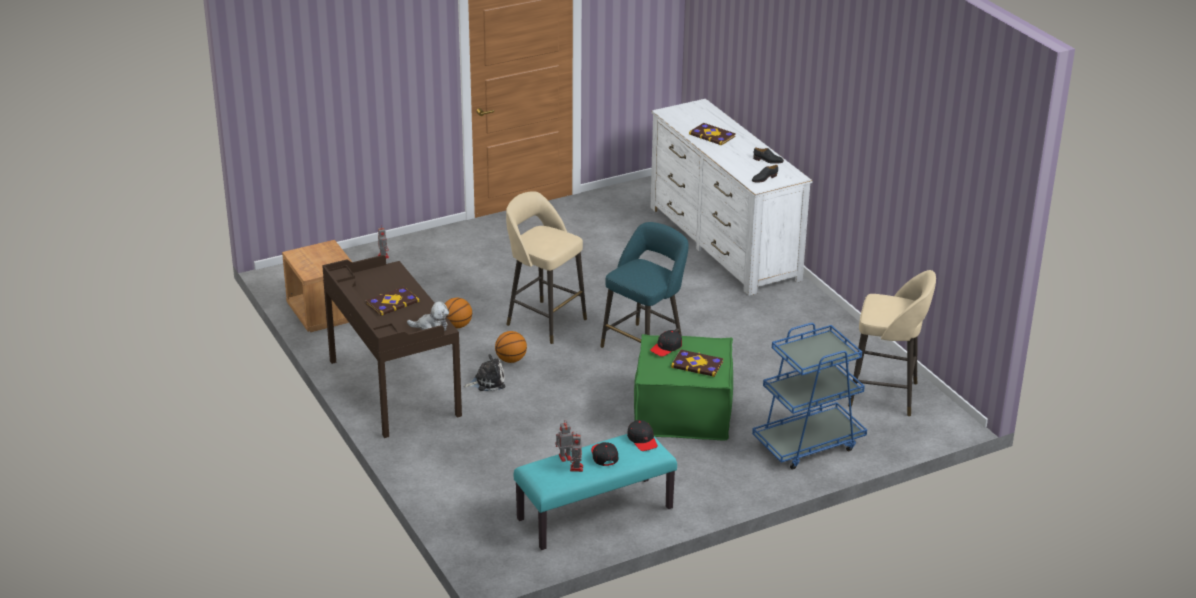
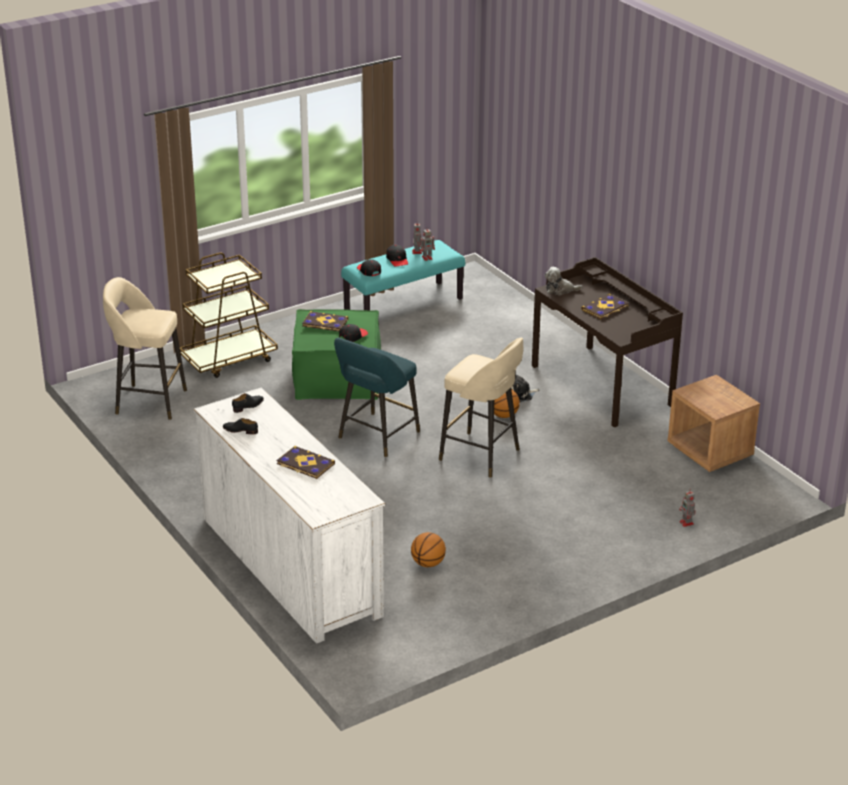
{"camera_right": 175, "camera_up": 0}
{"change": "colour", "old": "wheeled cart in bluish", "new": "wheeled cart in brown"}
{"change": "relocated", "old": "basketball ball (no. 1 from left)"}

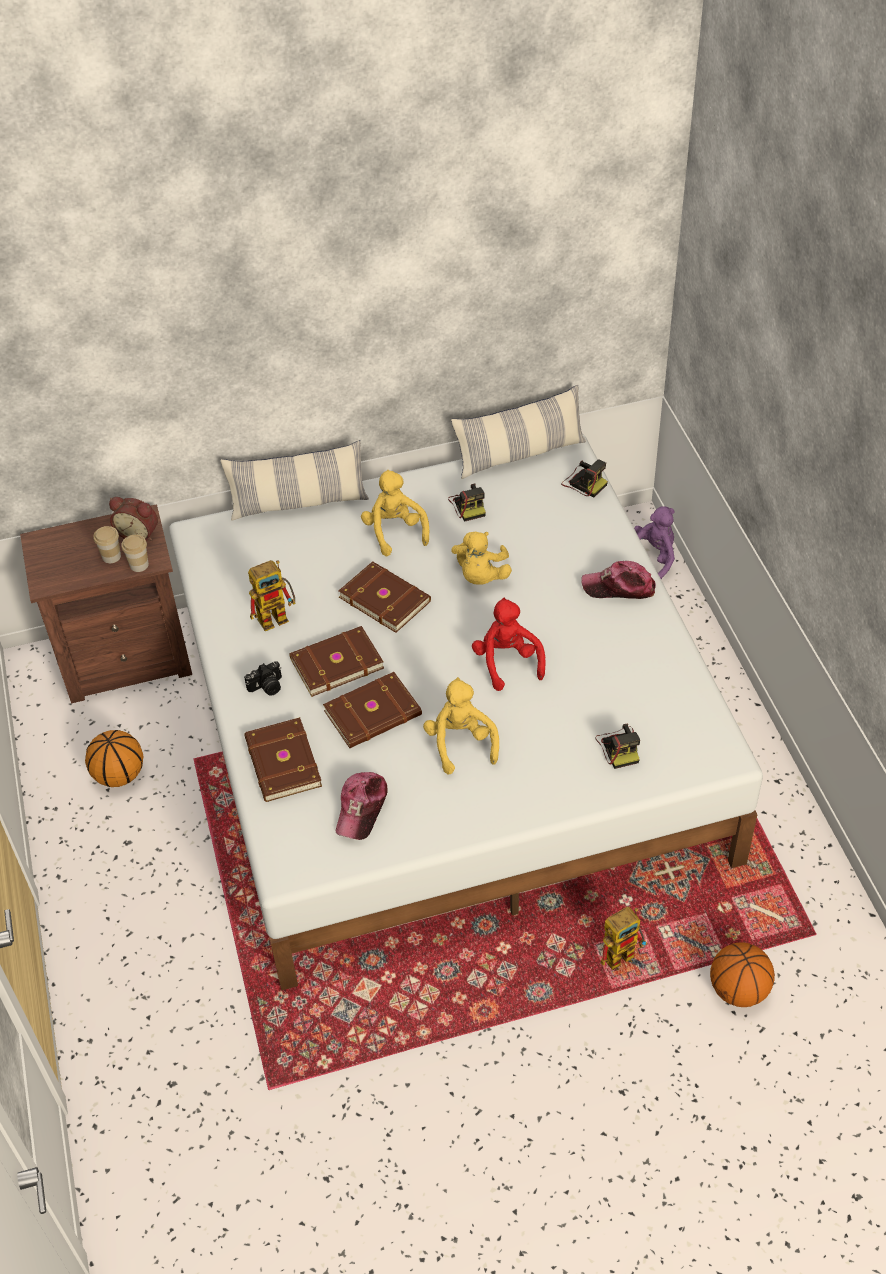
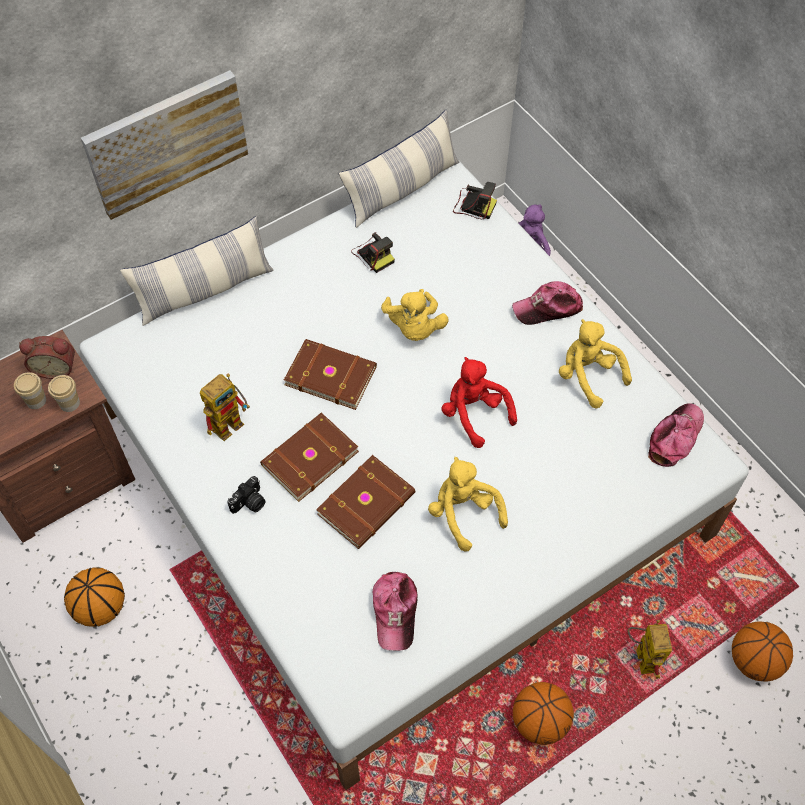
{"camera_right": -20, "camera_up": 10}
{"change": "appeared", "new": "wall art"}
{"change": "appeared", "new": "basketball ball (no. 2 from left)"}
{"change": "relocated", "old": "soft toy in yellow-coloured (no. 1 from left in the first image)", "new": "soft toy in yellow-coloured (no. 3 from left)"}
{"change": "spun", "old": "toy robot (no. 2 from left)", "degrees": -45}
{"change": "appeared", "new": "cap (no. 3 from left)"}
{"change": "missing", "old": "volume in brown (no. 1 from left)"}
{"change": "missing", "old": "photo camera (no. 4 from left)"}

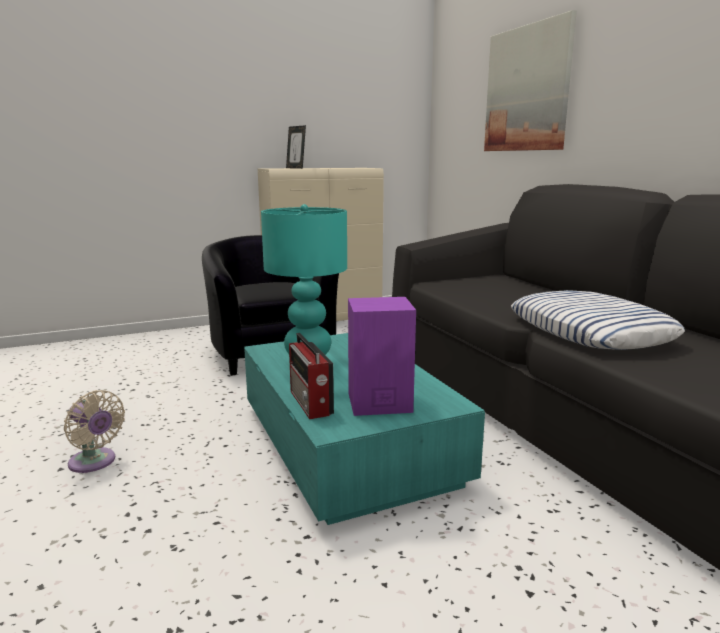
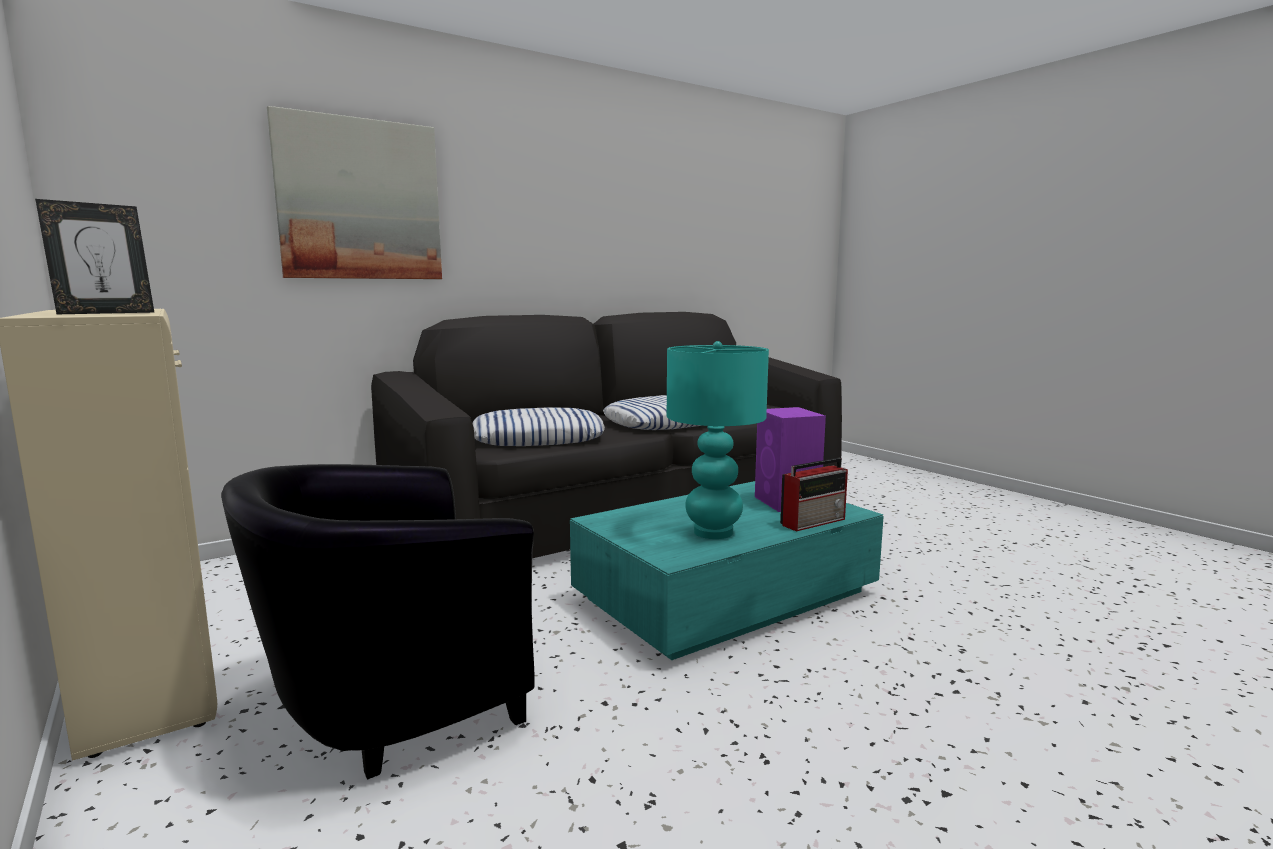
{"camera_right": -100, "camera_up": -5}
{"change": "appeared", "new": "throw pillow (no. 1 from left)"}
{"change": "missing", "old": "fan in beige"}

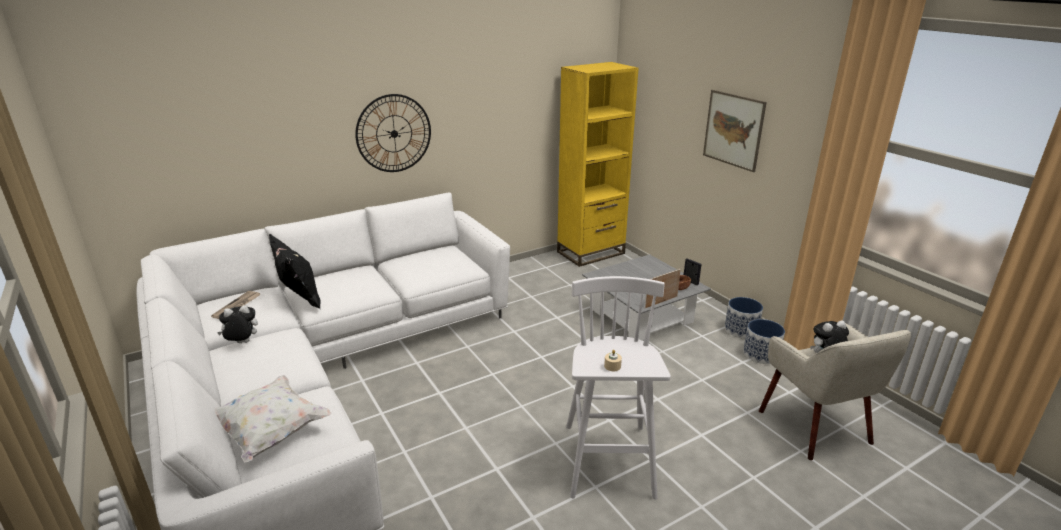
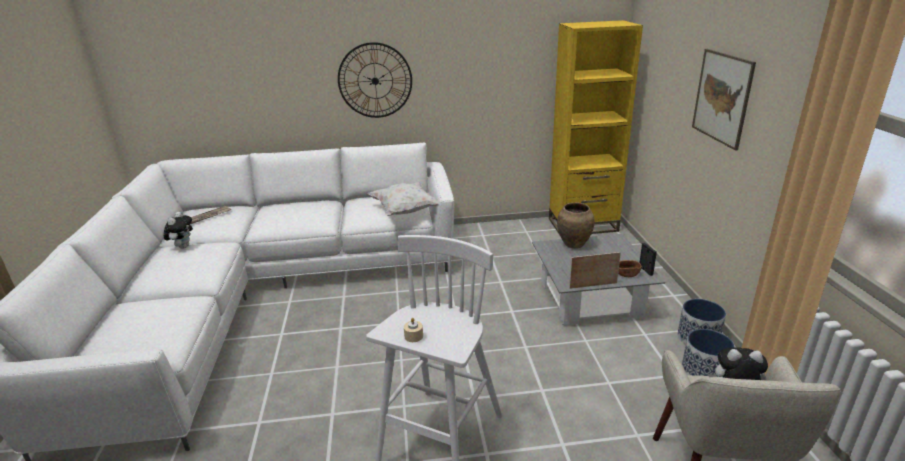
{"camera_right": 25, "camera_up": 0}
{"change": "spun", "old": "soft toy (no. 1 from left)", "degrees": 90}
{"change": "relocated", "old": "throw pillow in whitish"}
{"change": "appeared", "new": "decorative vase in brown"}
{"change": "missing", "old": "throw pillow in blackish"}

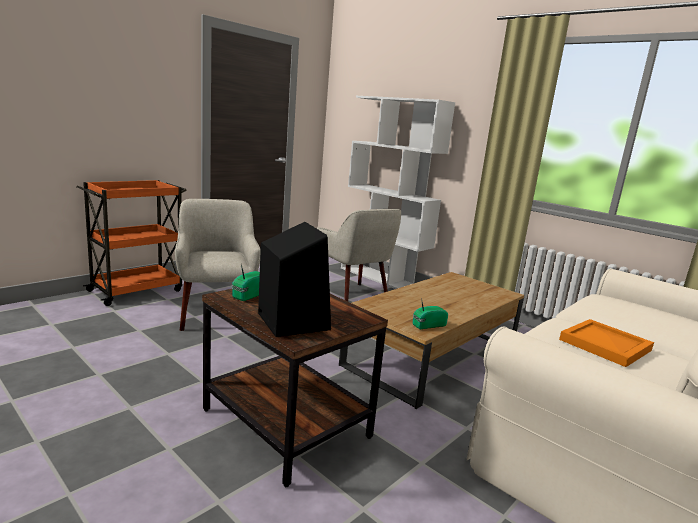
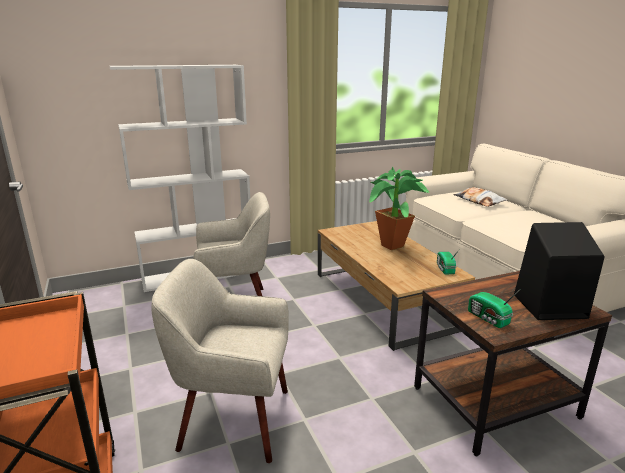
{"camera_right": -65, "camera_up": 5}
{"change": "appeared", "new": "plant in a pot"}
{"change": "appeared", "new": "throw pillow"}
{"change": "missing", "old": "carrying tray in orange-coloured"}

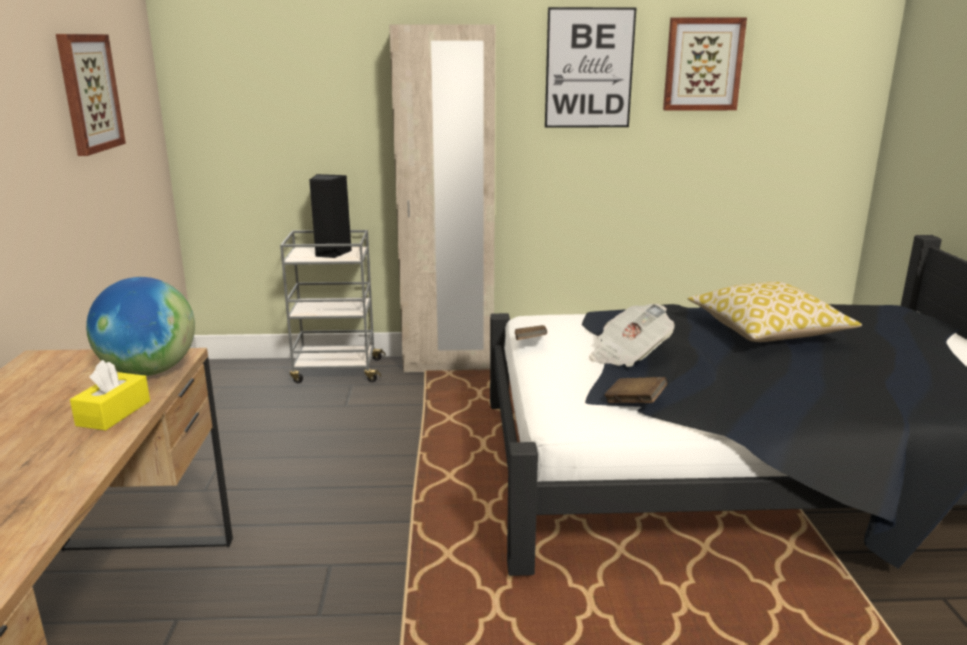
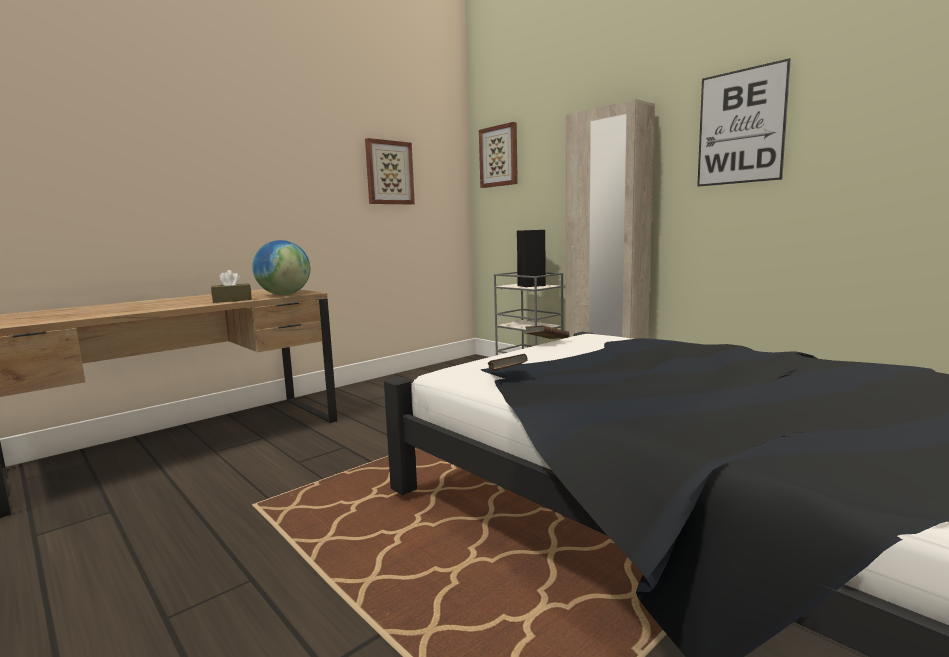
{"camera_right": 50, "camera_up": -10}
{"change": "colour", "old": "tissue box in yellow-coloured", "new": "tissue box in brown"}
{"change": "relocated", "old": "wall art (no. 3 from left in the first image)", "new": "wall art (no. 2 from left)"}
{"change": "missing", "old": "daily paper"}
{"change": "missing", "old": "throw pillow"}

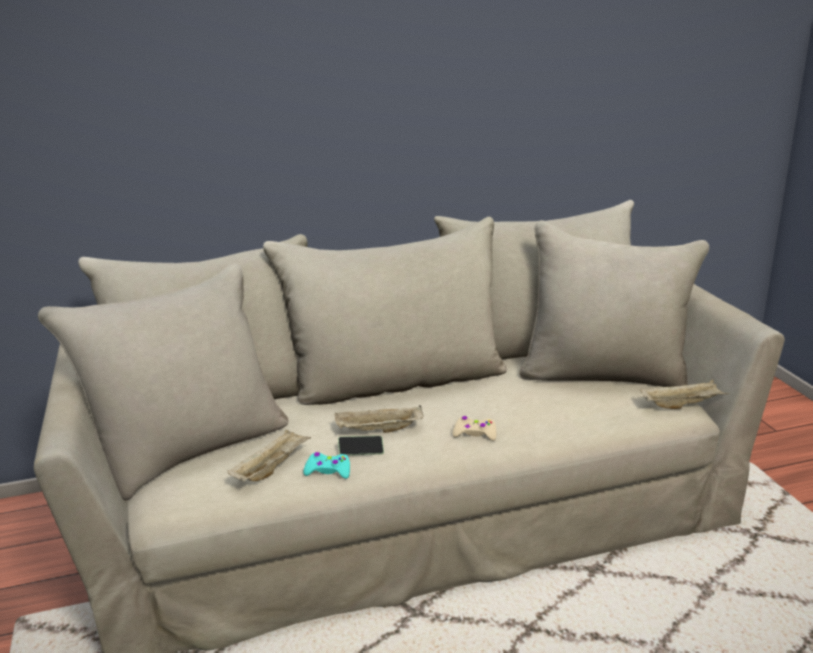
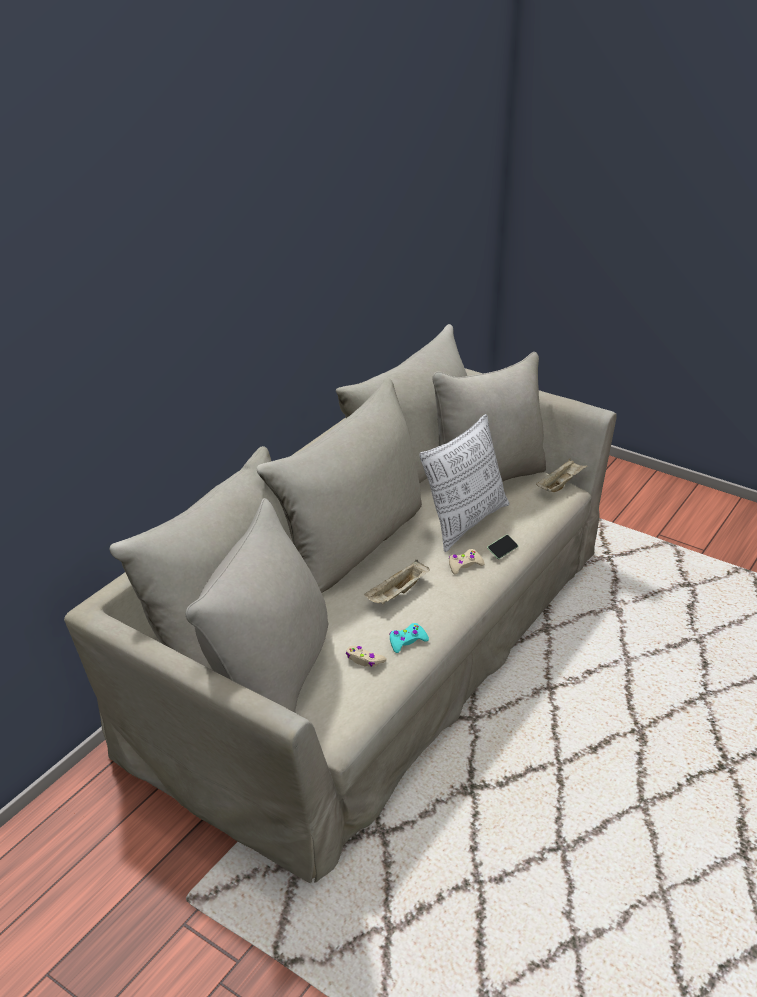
{"camera_right": -40, "camera_up": 10}
{"change": "exchanged", "old": "carrying tray in beige (no. 1 from left)", "new": "gamepad in beige (no. 1 from left)"}
{"change": "appeared", "new": "throw pillow"}
{"change": "relocated", "old": "handset"}

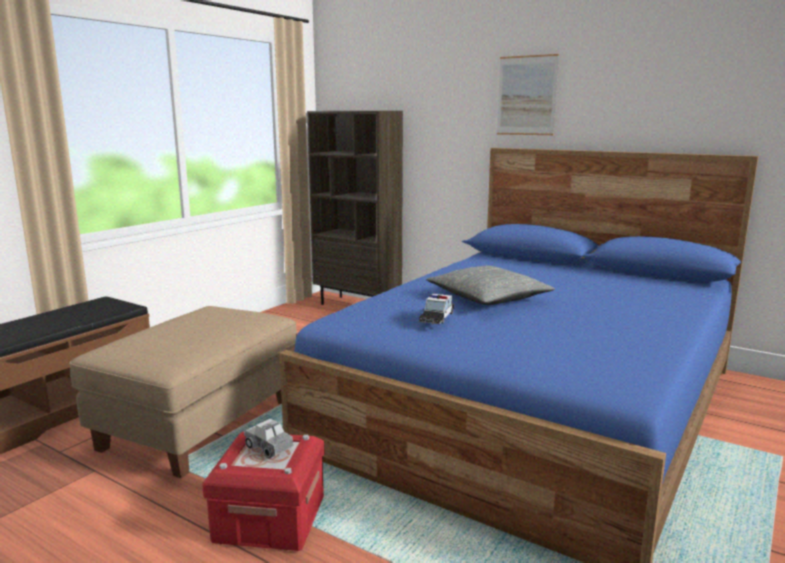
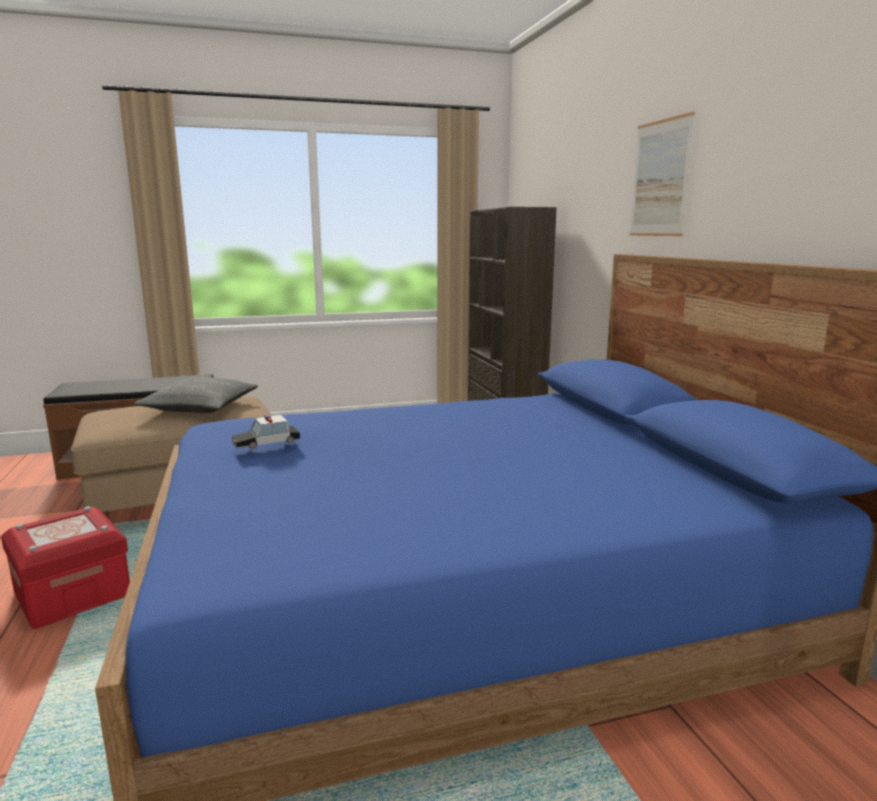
{"camera_right": 40, "camera_up": 0}
{"change": "relocated", "old": "throw pillow in grey"}
{"change": "missing", "old": "toy lorry"}

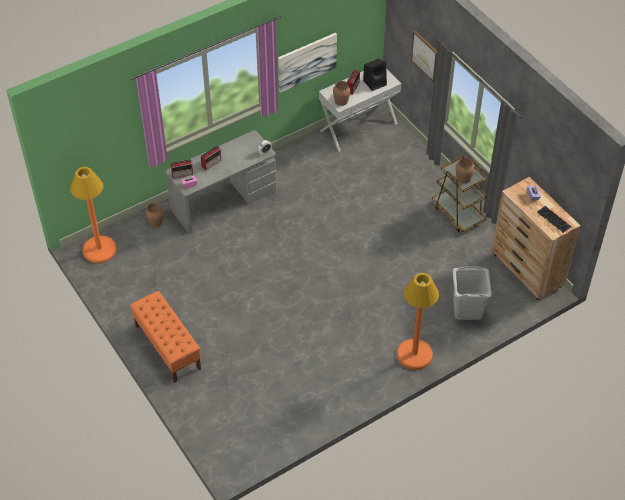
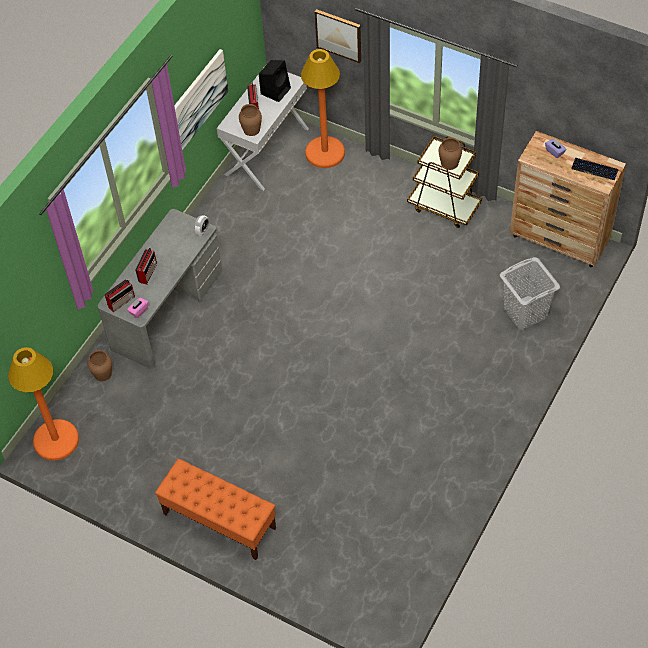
{"camera_right": -25, "camera_up": 5}
{"change": "relocated", "old": "floor lamp in orange-coloured (no. 2 from left)"}

